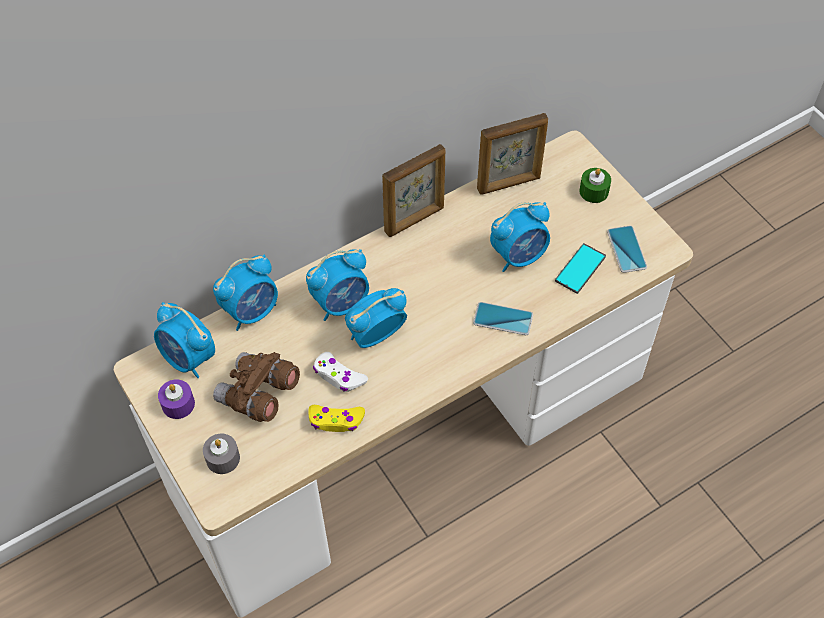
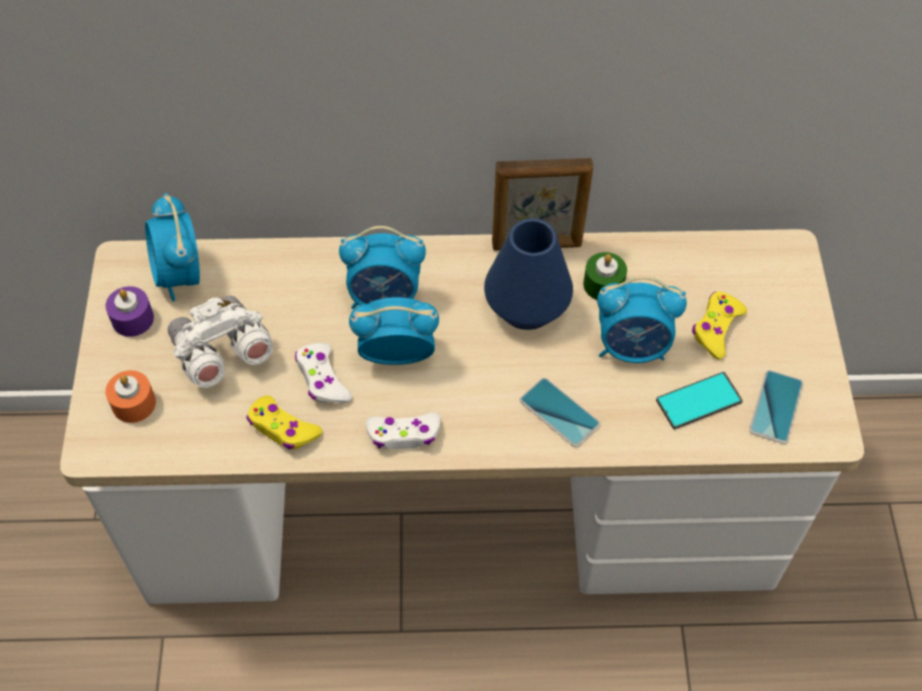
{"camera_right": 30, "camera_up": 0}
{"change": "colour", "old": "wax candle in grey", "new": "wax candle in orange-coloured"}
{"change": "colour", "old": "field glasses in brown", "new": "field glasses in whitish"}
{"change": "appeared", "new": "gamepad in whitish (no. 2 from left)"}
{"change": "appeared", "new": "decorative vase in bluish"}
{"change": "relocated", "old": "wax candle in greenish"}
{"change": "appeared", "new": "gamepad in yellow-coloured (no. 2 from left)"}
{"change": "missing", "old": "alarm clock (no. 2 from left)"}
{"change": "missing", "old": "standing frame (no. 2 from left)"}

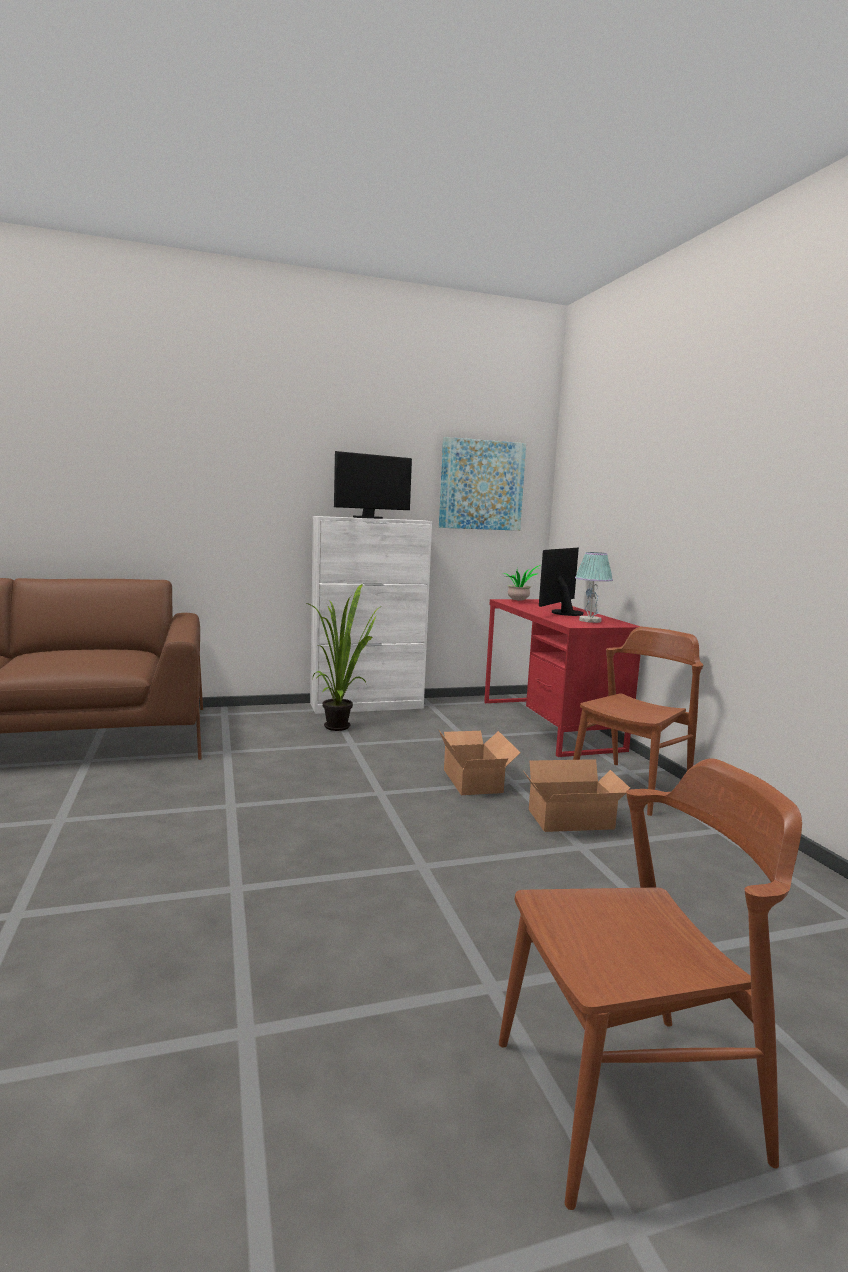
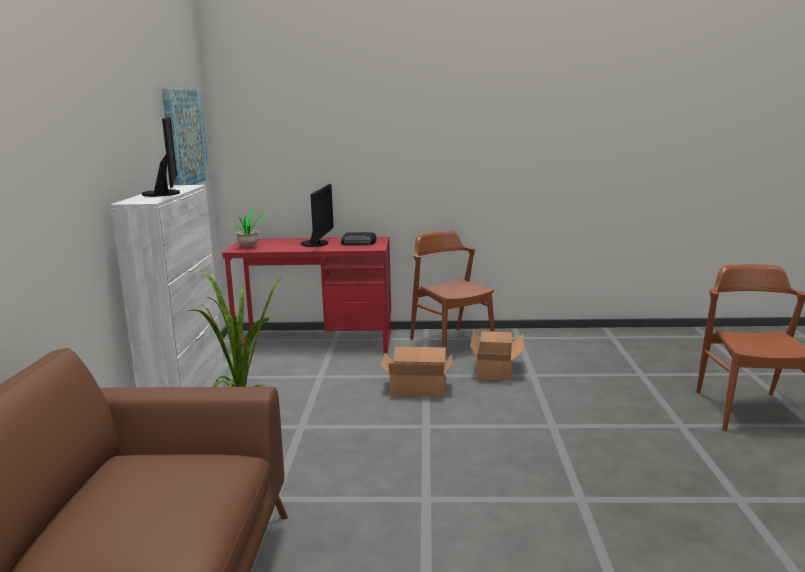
{"camera_right": -70, "camera_up": 5}
{"change": "spun", "old": "computer screen (no. 2 from left)", "degrees": -135}
{"change": "exchanged", "old": "tabletop lamp", "new": "radio receiver"}

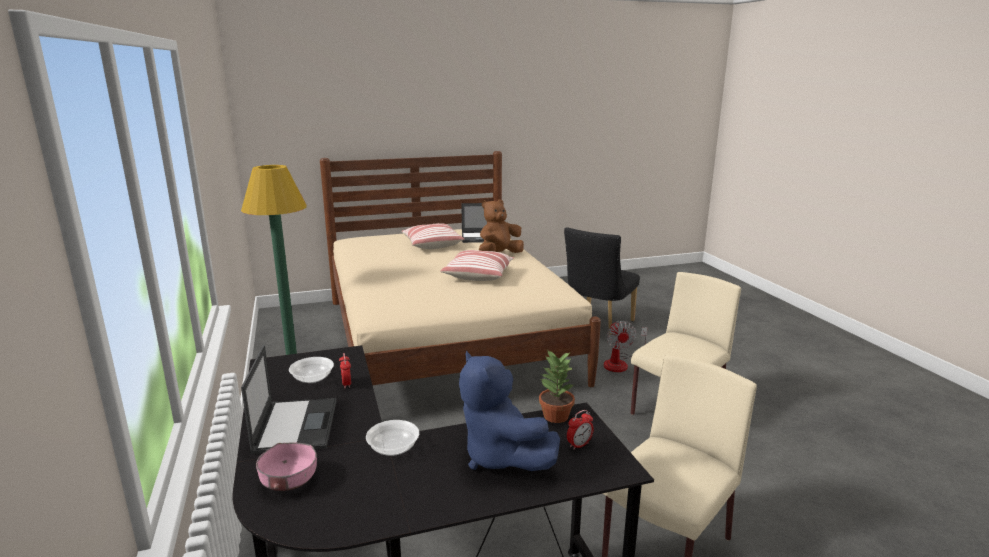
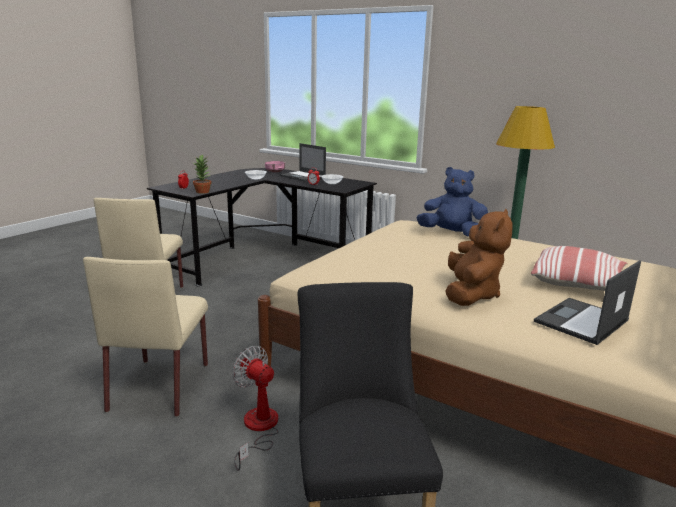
{"camera_right": 140, "camera_up": 0}
{"change": "relocated", "old": "soft toy in bluish"}
{"change": "missing", "old": "throw pillow (no. 2 from left)"}

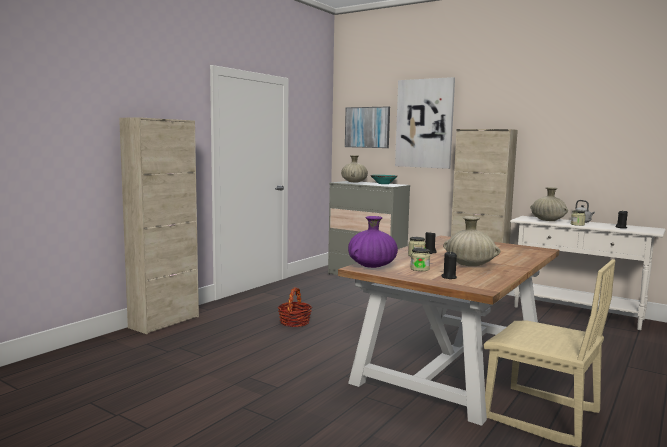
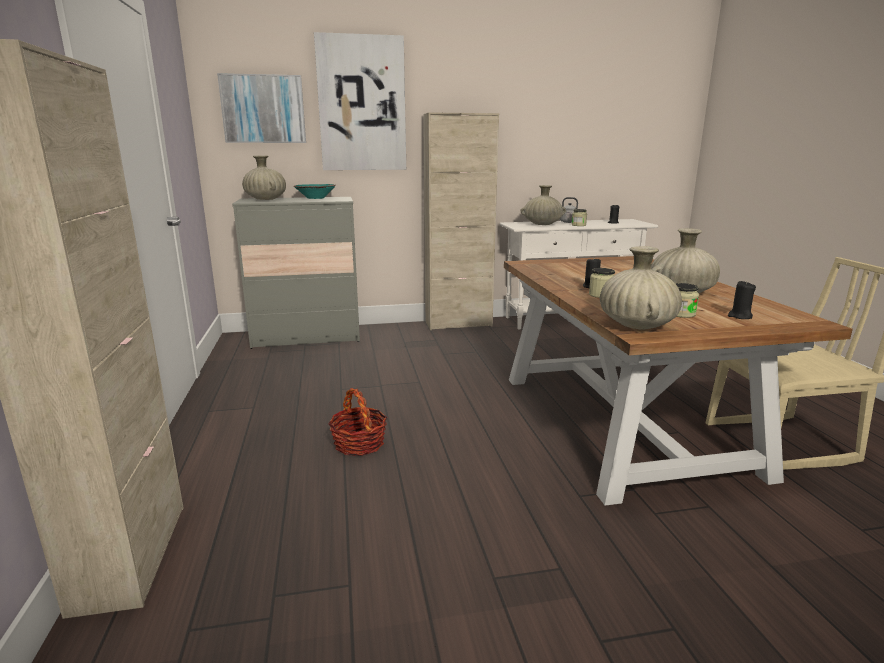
{"camera_right": -45, "camera_up": 10}
{"change": "colour", "old": "decorative vase in purplish", "new": "decorative vase in beige (no. 3 from left)"}

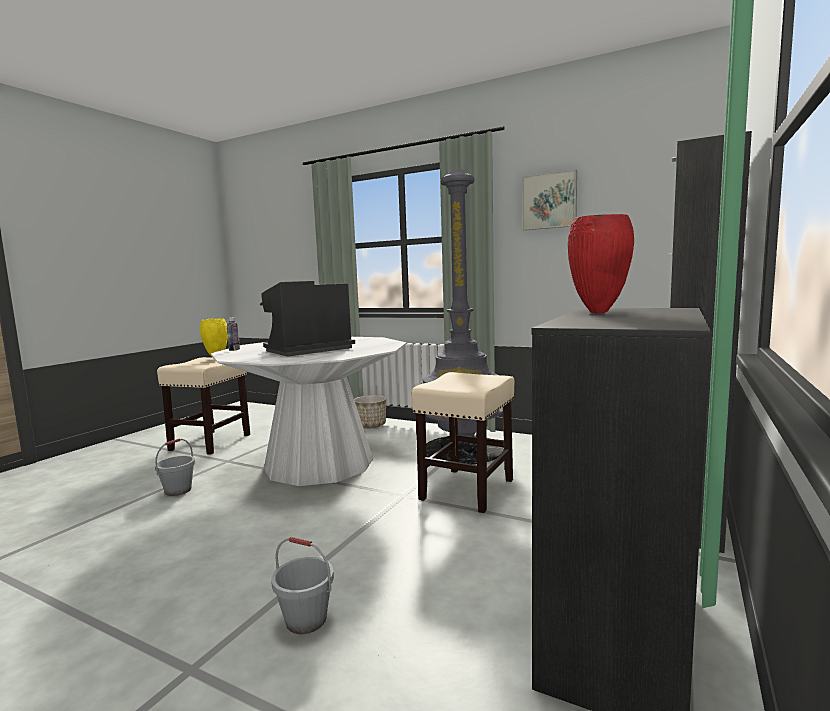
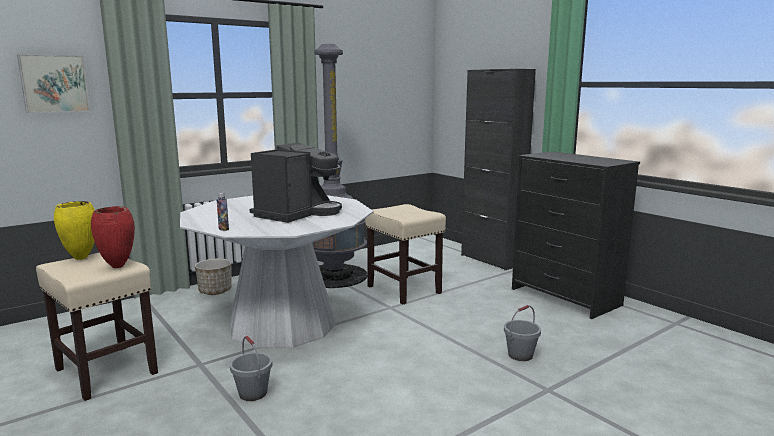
{"camera_right": -65, "camera_up": 5}
{"change": "relocated", "old": "wall art"}
{"change": "relocated", "old": "decorative vase in red-coloured"}
{"change": "spun", "old": "coffee maker", "degrees": -135}

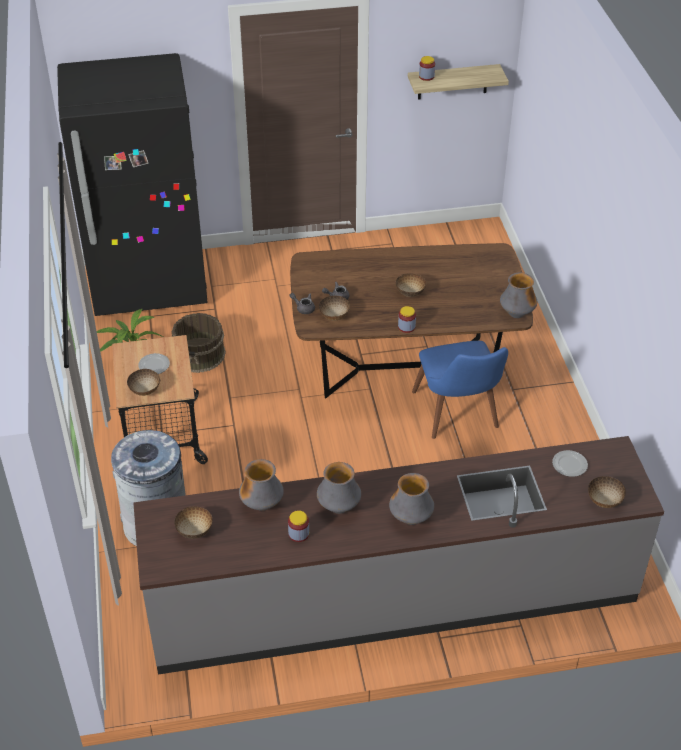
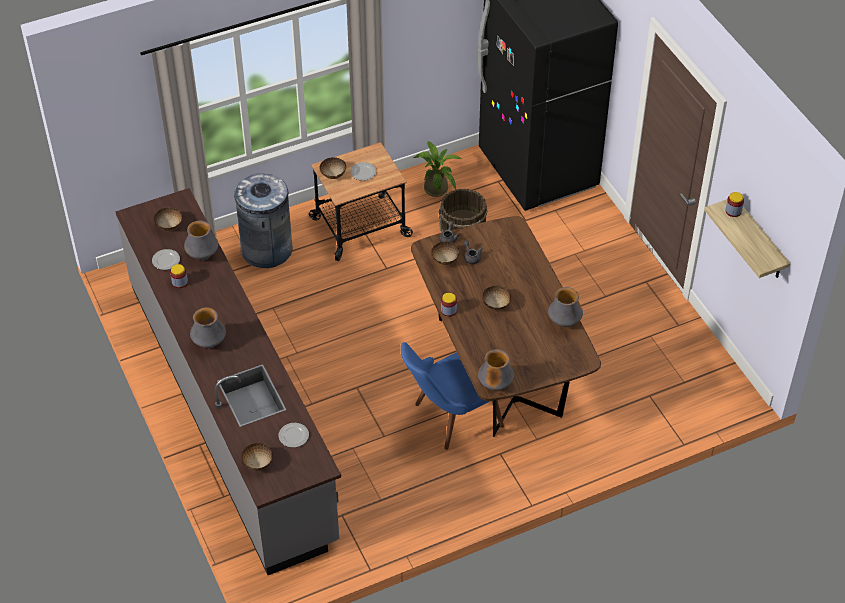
{"camera_right": 75, "camera_up": 5}
{"change": "appeared", "new": "dinner plate (no. 1 from left)"}
{"change": "relocated", "old": "decorative vase (no. 2 from left in the first image)", "new": "decorative vase (no. 4 from left)"}

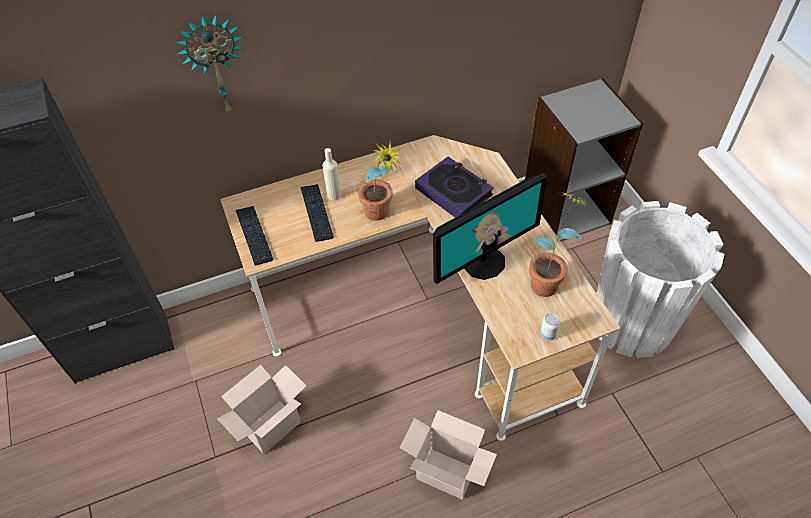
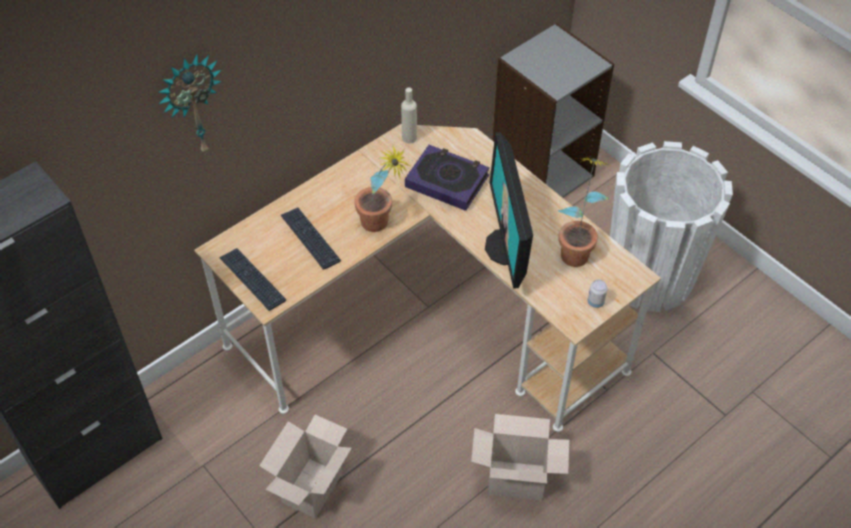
{"camera_right": -20, "camera_up": 0}
{"change": "relocated", "old": "bottle in beige"}
{"change": "spun", "old": "computer screen", "degrees": 135}

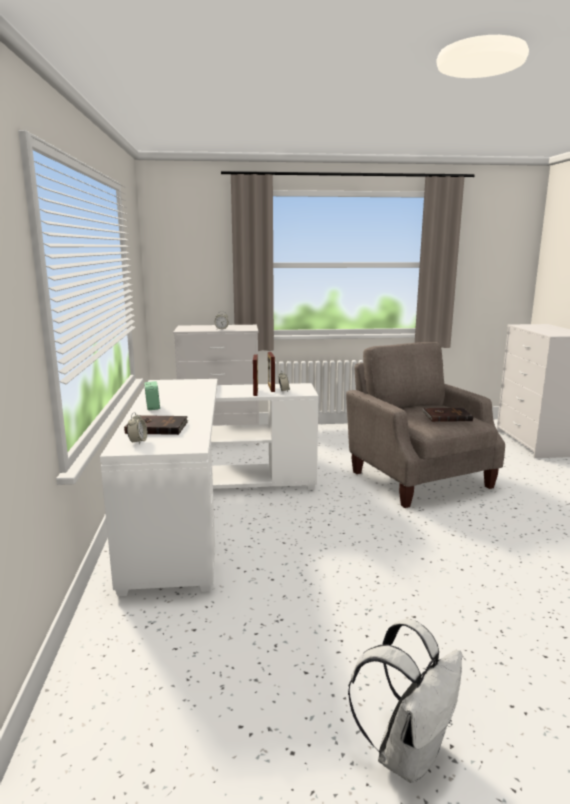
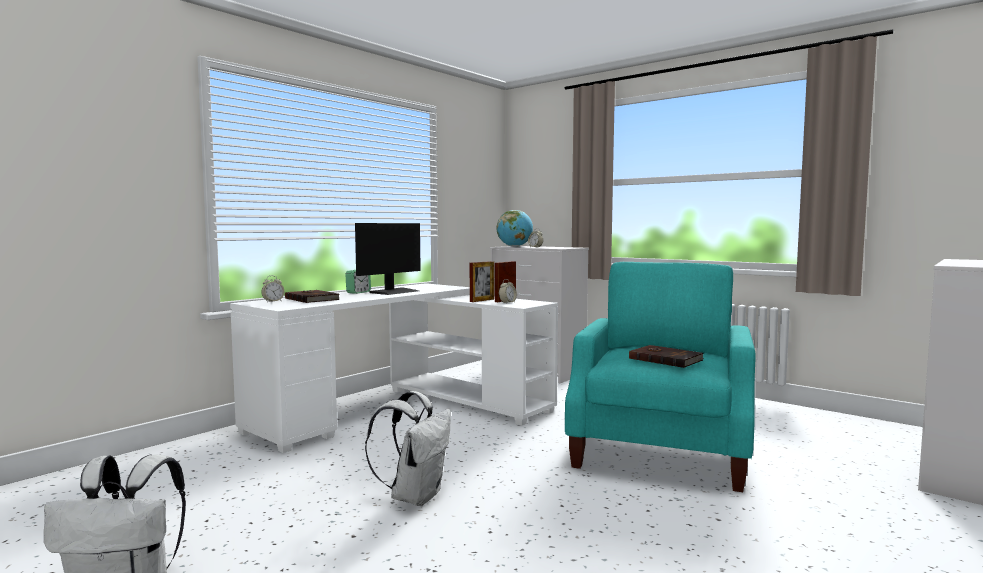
{"camera_right": 45, "camera_up": -10}
{"change": "appeared", "new": "computer screen"}
{"change": "appeared", "new": "backpack in whitish (no. 2 from left)"}
{"change": "appeared", "new": "desk globe"}
{"change": "colour", "old": "lounge chair in beige", "new": "lounge chair in blue-green"}

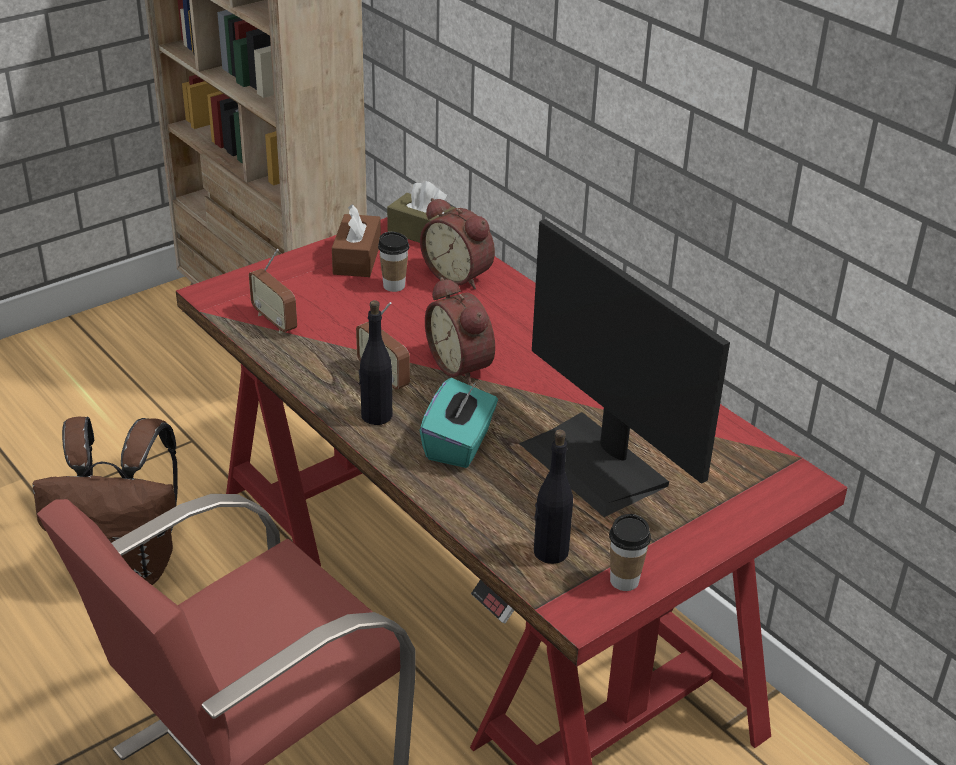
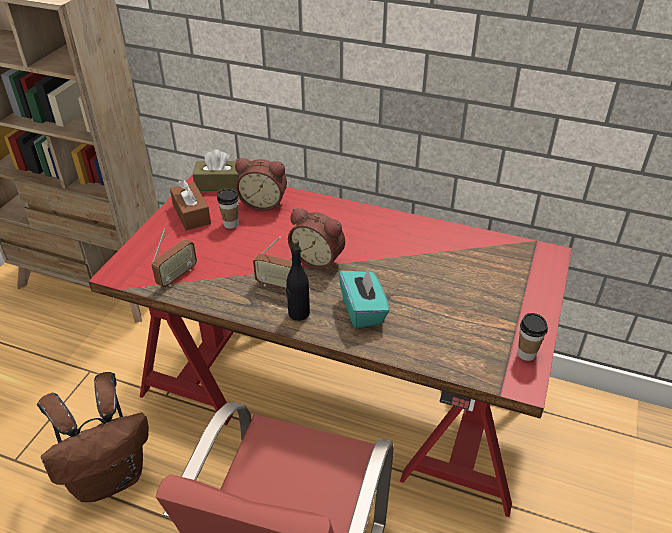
{"camera_right": -30, "camera_up": 5}
{"change": "spun", "old": "radio receiver (no. 1 from left)", "degrees": -75}
{"change": "missing", "old": "computer screen"}
{"change": "missing", "old": "bottle in blackish (no. 2 from left)"}

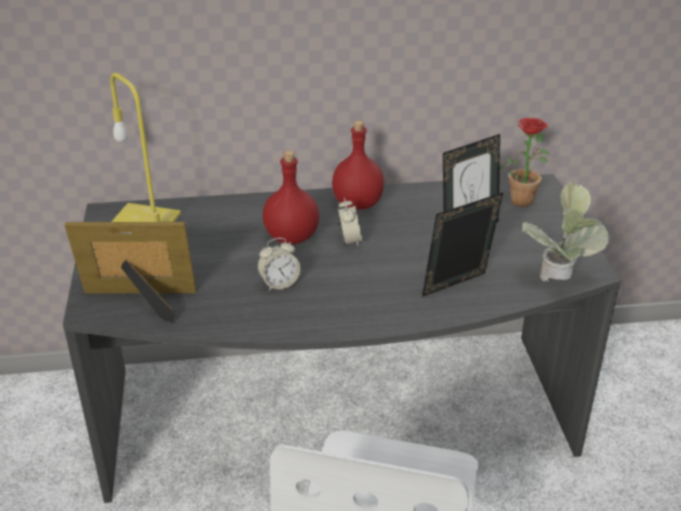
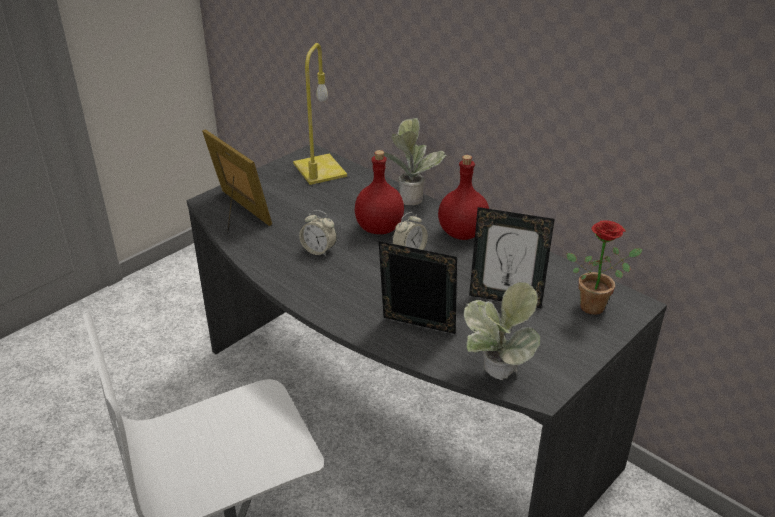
{"camera_right": 50, "camera_up": 0}
{"change": "appeared", "new": "plant in a pot (no. 1 from left)"}

